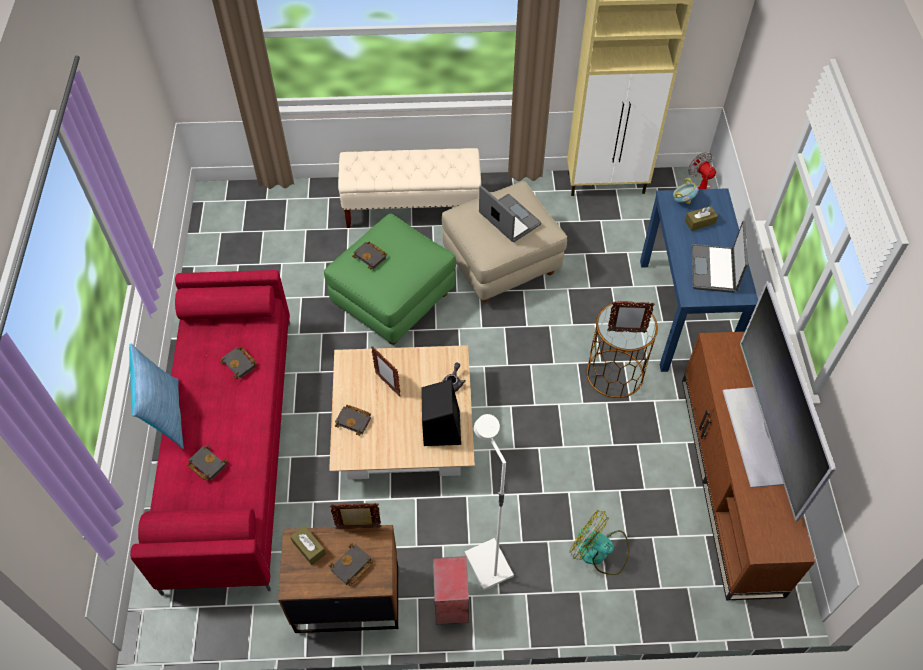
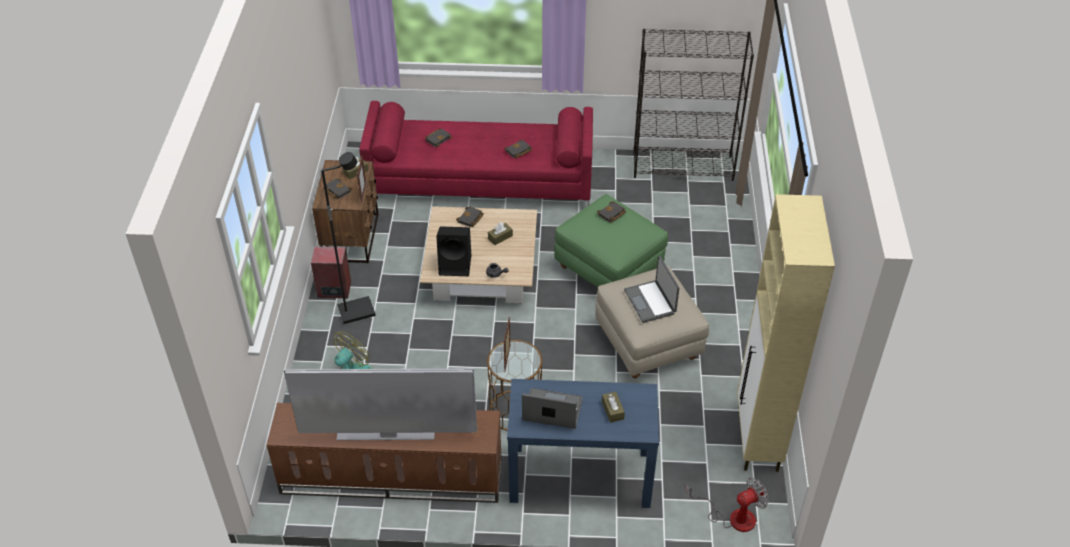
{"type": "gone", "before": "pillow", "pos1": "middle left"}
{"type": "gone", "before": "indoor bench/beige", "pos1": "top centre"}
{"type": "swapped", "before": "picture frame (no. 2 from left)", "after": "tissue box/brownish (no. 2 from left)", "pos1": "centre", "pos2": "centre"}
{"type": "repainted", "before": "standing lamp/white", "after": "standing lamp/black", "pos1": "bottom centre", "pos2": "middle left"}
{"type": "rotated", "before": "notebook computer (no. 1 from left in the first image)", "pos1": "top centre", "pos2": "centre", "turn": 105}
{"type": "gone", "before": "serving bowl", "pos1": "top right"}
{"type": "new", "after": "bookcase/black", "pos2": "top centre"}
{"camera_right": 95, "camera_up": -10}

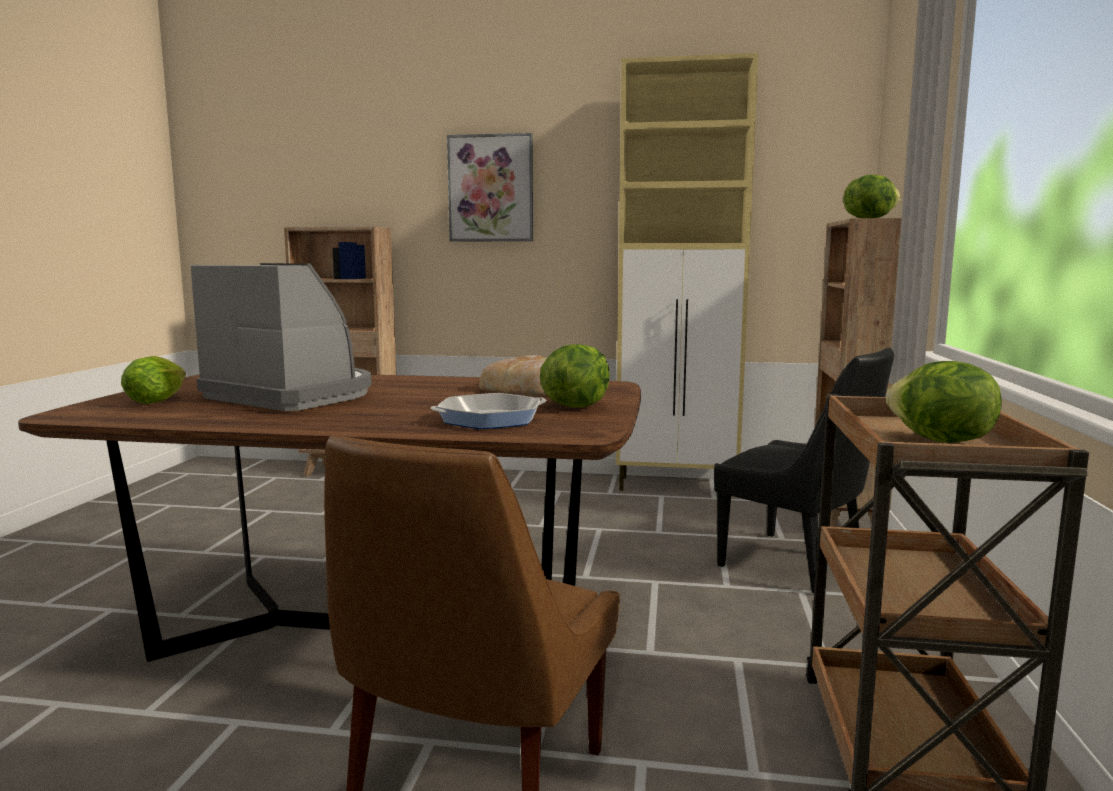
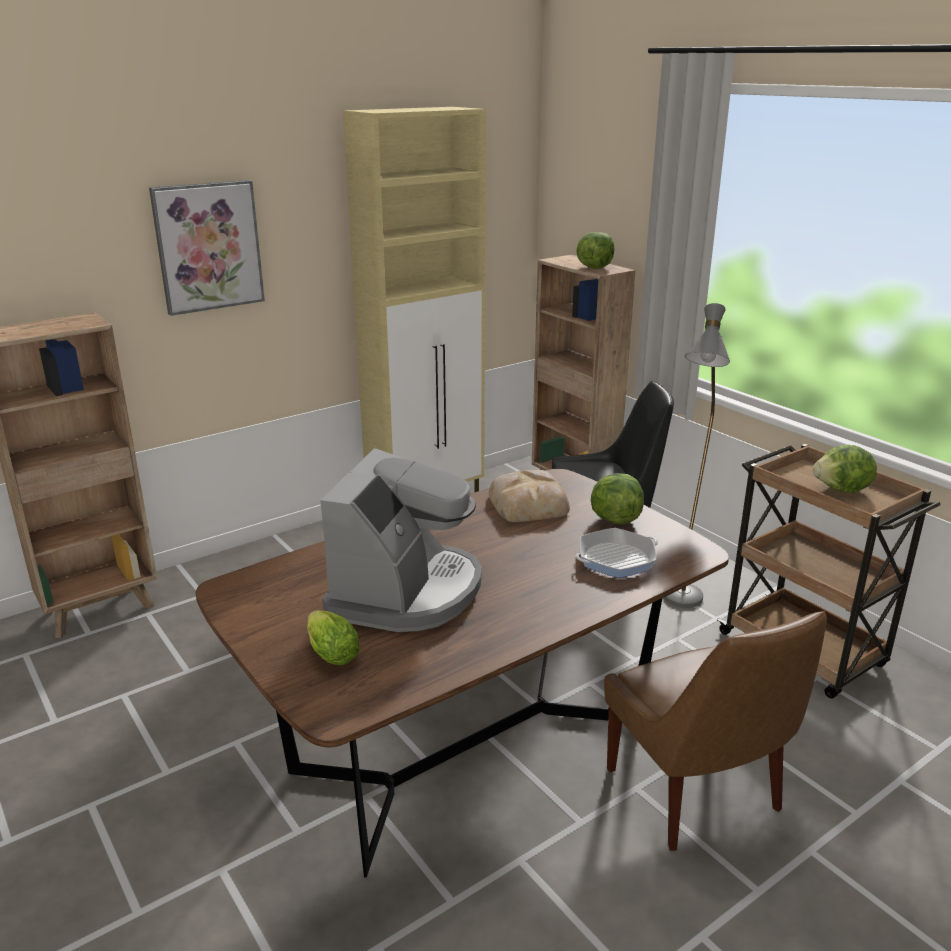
{"type": "rotated", "before": "coffee maker", "pos1": "middle left", "pos2": "centre", "turn": 120}
{"type": "rotated", "before": "skillet", "pos1": "centre", "pos2": "centre", "turn": 45}
{"type": "new", "after": "standing lamp/greyish", "pos2": "middle right"}
{"camera_right": -45, "camera_up": 15}

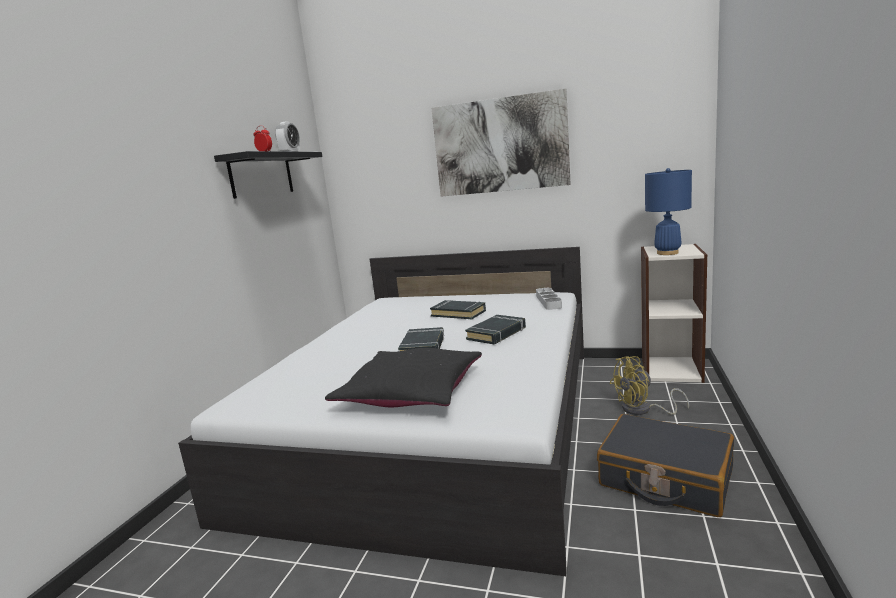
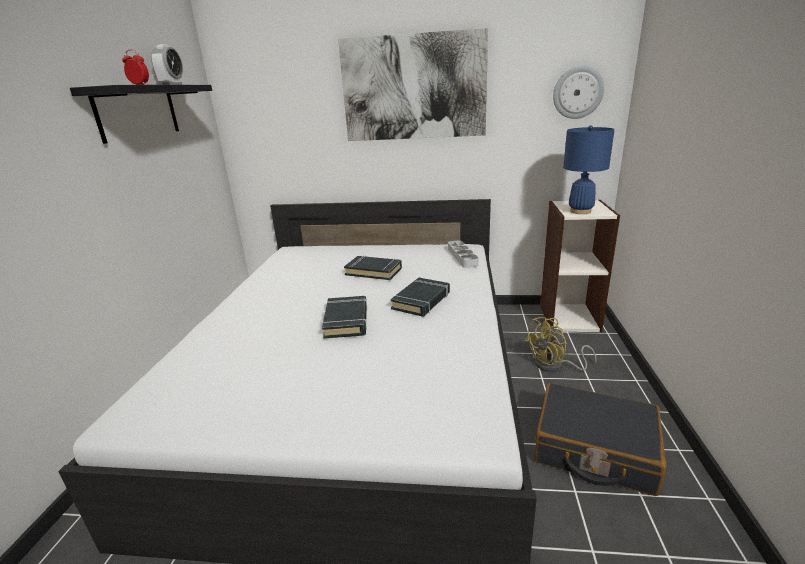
{"type": "gone", "before": "pillow/black", "pos1": "centre"}
{"type": "new", "after": "clock on the wall", "pos2": "top right"}
{"camera_right": -10, "camera_up": 10}

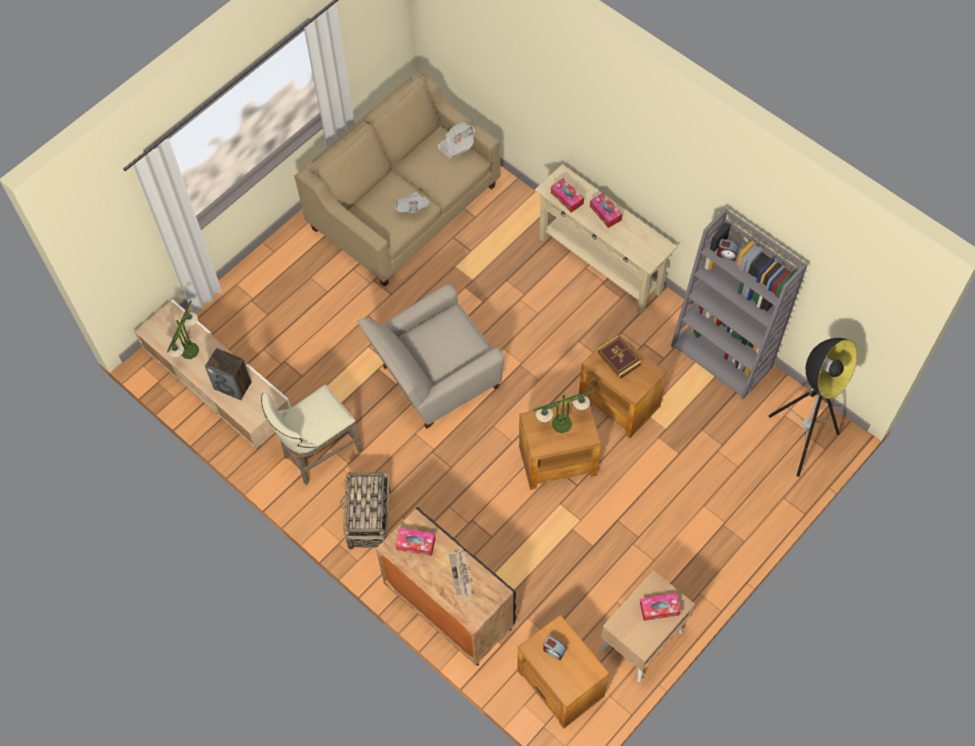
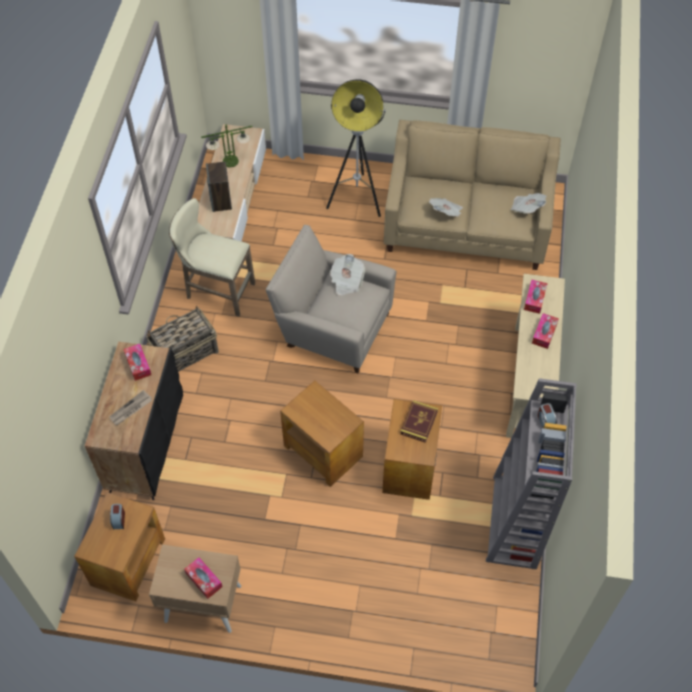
{"type": "gone", "before": "lamp for a table (no. 2 from left)", "pos1": "centre"}
{"type": "shifted", "before": "standing lamp", "pos1": "middle right", "pos2": "top centre"}
{"type": "new", "after": "printed paper (no. 2 from left)", "pos2": "centre"}
{"camera_right": 55, "camera_up": -5}

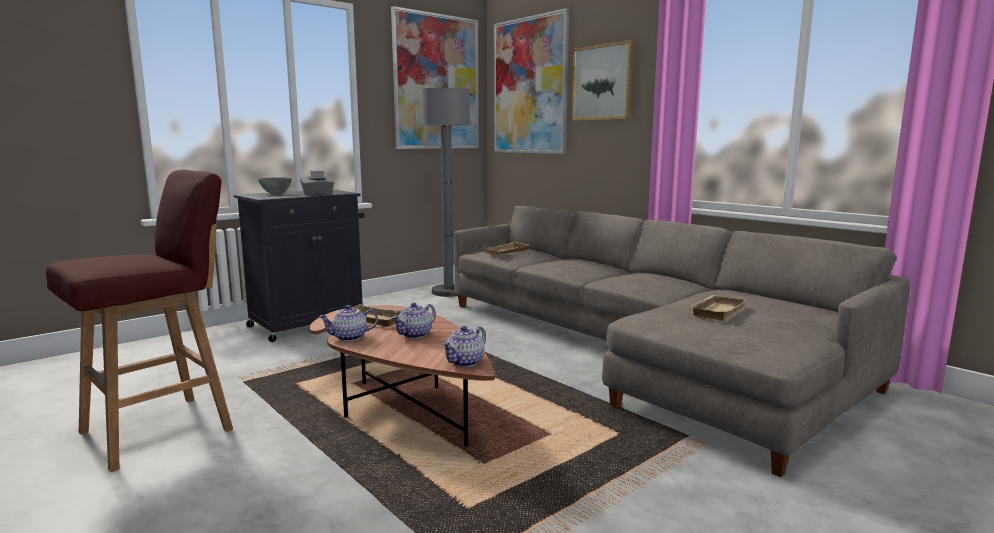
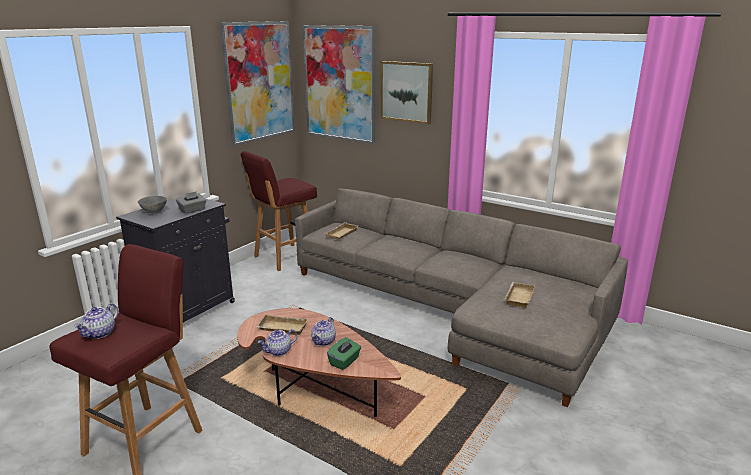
{"type": "swapped", "before": "standing lamp/greyish", "after": "stool seat/red-coloured (no. 2 from left)", "pos1": "centre", "pos2": "centre"}
{"type": "shifted", "before": "teapot (no. 3 from left in the first image)", "after": "teapot (no. 1 from left)", "pos1": "centre", "pos2": "bottom left"}
{"type": "new", "after": "tissue box/greenish", "pos2": "bottom centre"}
{"camera_right": -15, "camera_up": 10}

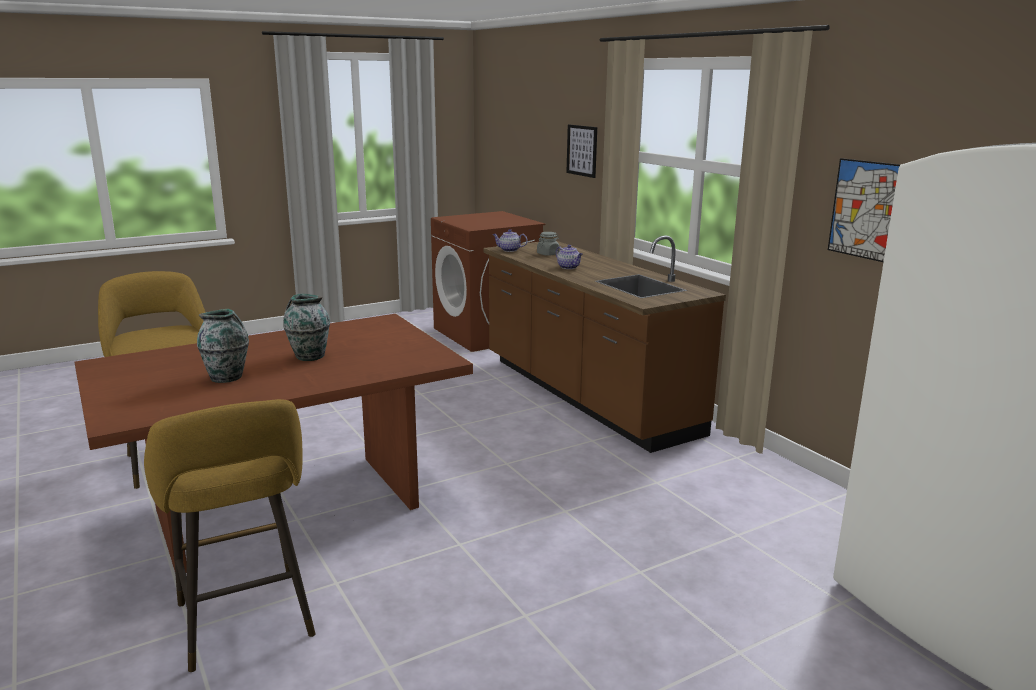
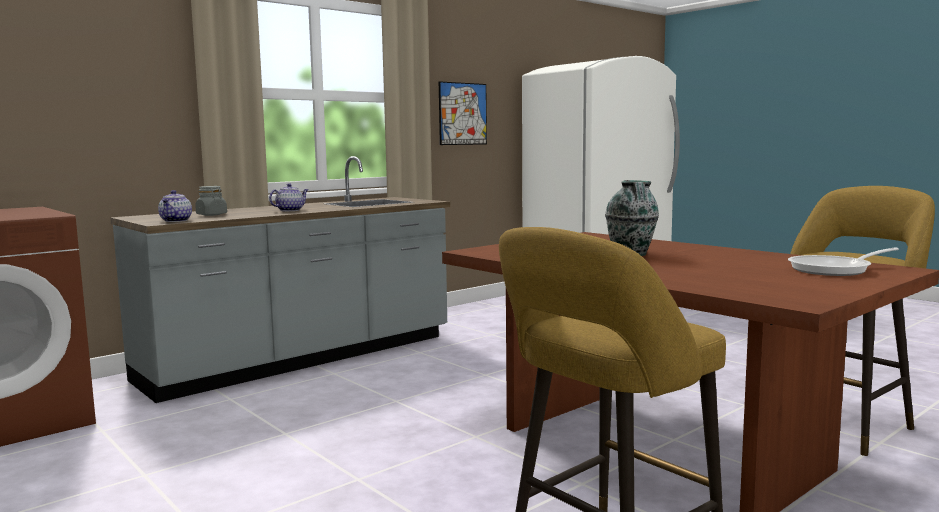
{"type": "gone", "before": "flower vase (no. 1 from left)", "pos1": "middle left"}
{"type": "repainted", "before": "counter/brownish", "after": "counter/greyish", "pos1": "centre", "pos2": "middle left"}
{"type": "gone", "before": "picture (no. 1 from left)", "pos1": "top centre"}
{"type": "new", "after": "skillet", "pos2": "middle right"}
{"camera_right": -100, "camera_up": -10}

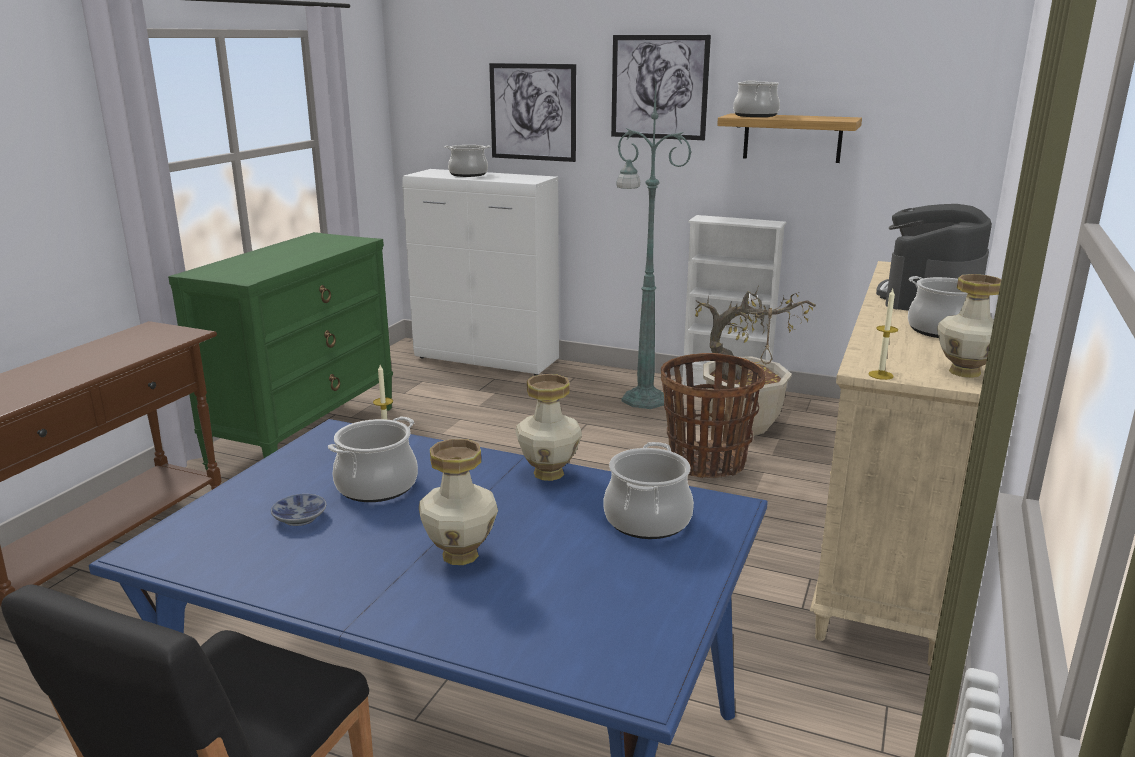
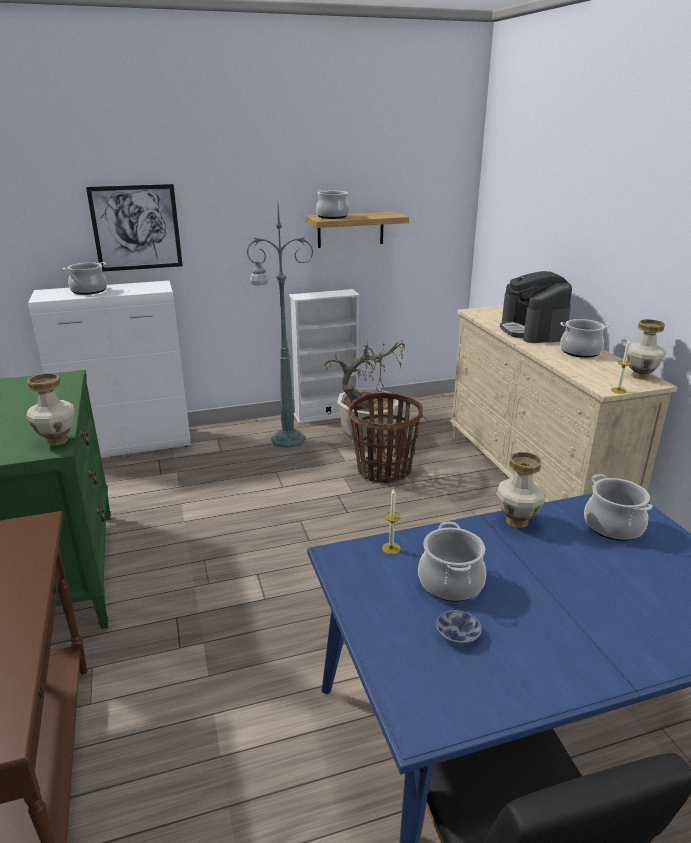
{"type": "shifted", "before": "flower vase (no. 1 from left)", "pos1": "centre", "pos2": "middle left"}
{"type": "gone", "before": "picture (no. 2 from left)", "pos1": "top centre"}
{"camera_right": -40, "camera_up": 5}

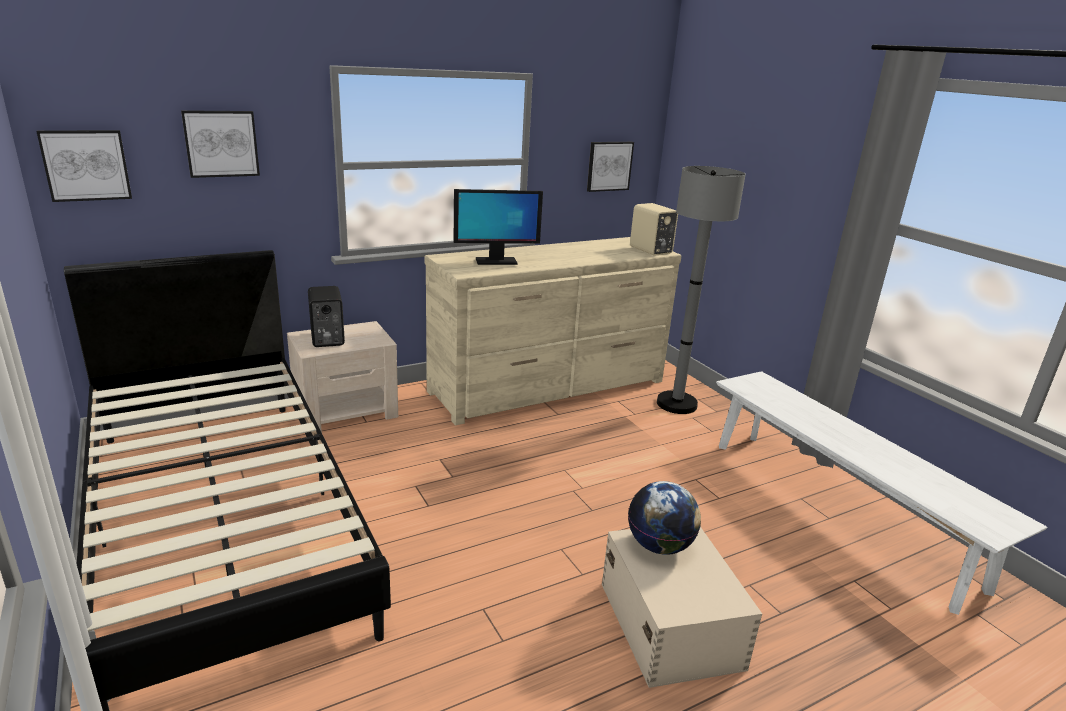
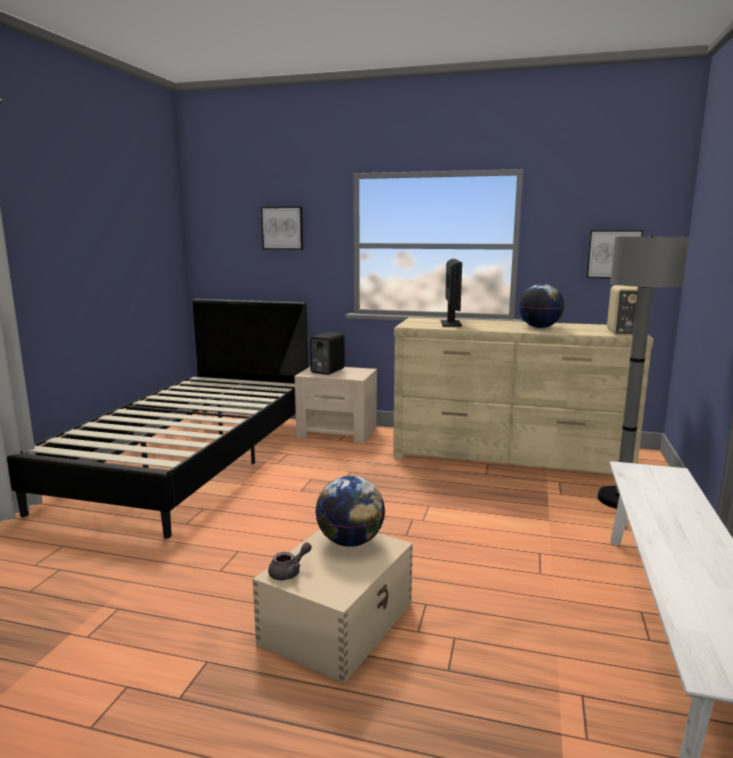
{"type": "gone", "before": "picture (no. 1 from left)", "pos1": "top left"}
{"type": "rotated", "before": "computer display", "pos1": "top centre", "pos2": "centre", "turn": -120}
{"type": "new", "after": "teapot/greyish", "pos2": "bottom centre"}
{"type": "new", "after": "world globe (no. 2 from left)", "pos2": "middle right"}
{"camera_right": 45, "camera_up": -10}

